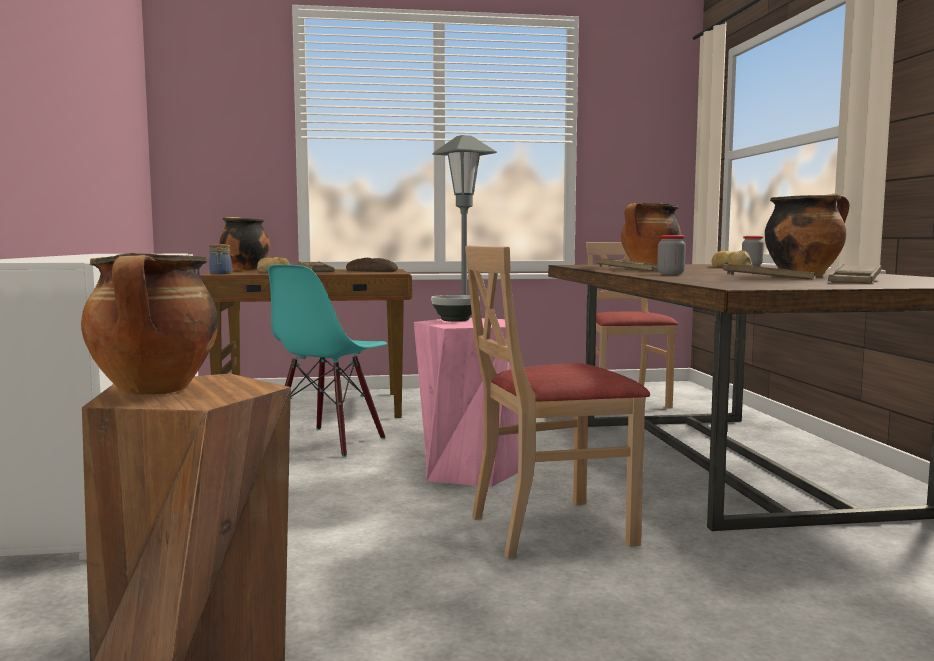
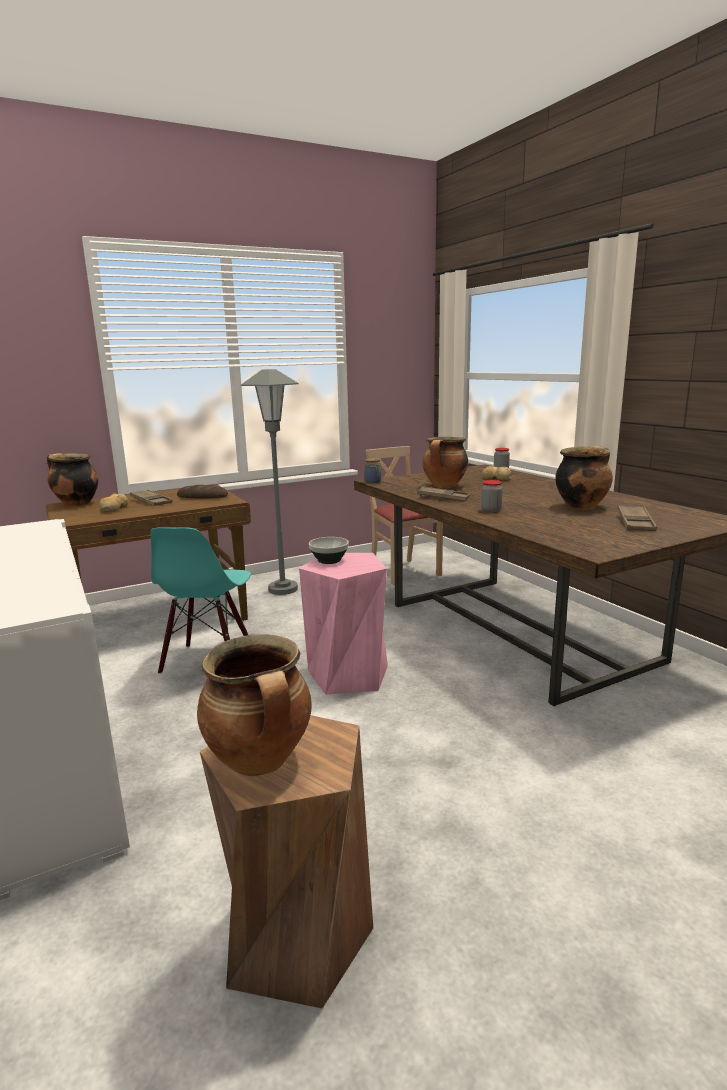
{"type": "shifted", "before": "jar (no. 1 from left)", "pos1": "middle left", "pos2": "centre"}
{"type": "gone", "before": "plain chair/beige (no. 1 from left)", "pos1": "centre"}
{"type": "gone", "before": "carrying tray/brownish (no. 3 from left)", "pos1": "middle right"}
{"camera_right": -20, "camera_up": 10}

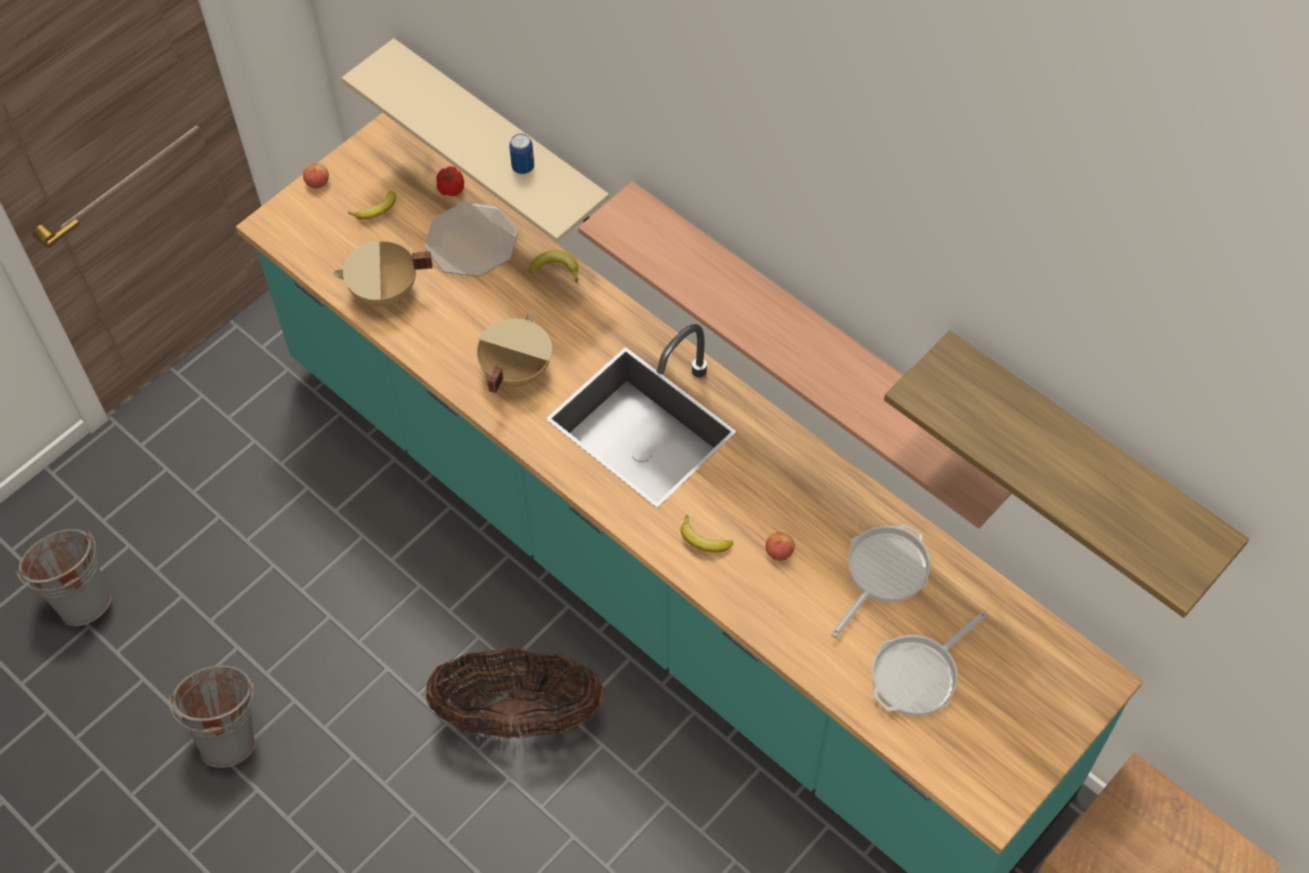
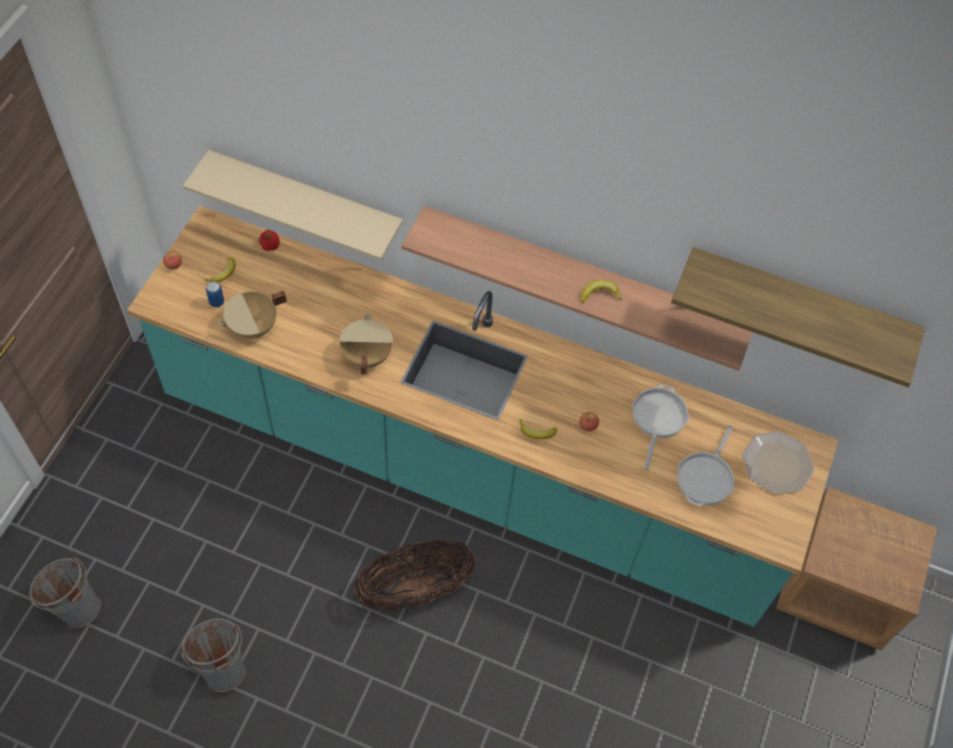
{"type": "shifted", "before": "plate", "pos1": "top centre", "pos2": "middle right"}
{"type": "shifted", "before": "sealed can", "pos1": "top centre", "pos2": "middle left"}
{"type": "shifted", "before": "whole banana (no. 2 from left in the first image)", "after": "whole banana (no. 3 from left)", "pos1": "top centre", "pos2": "centre"}
{"camera_right": -25, "camera_up": 0}

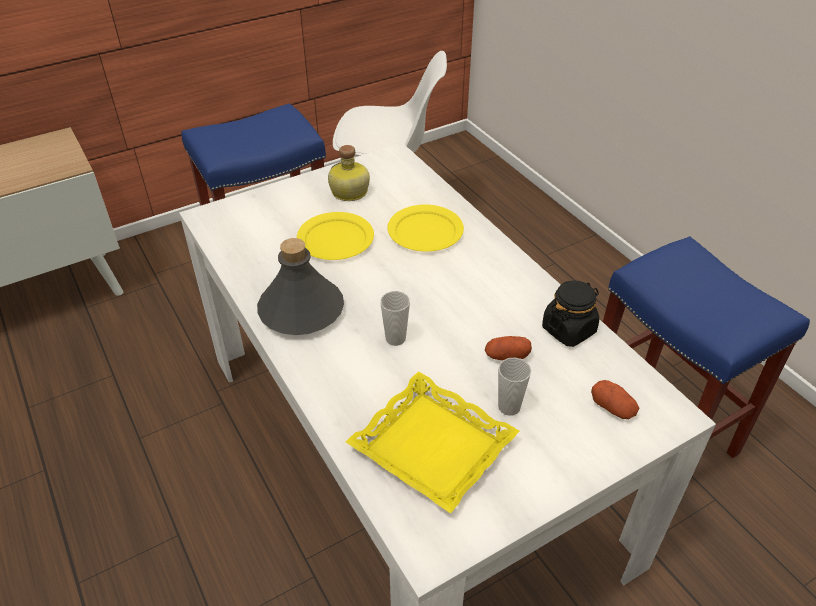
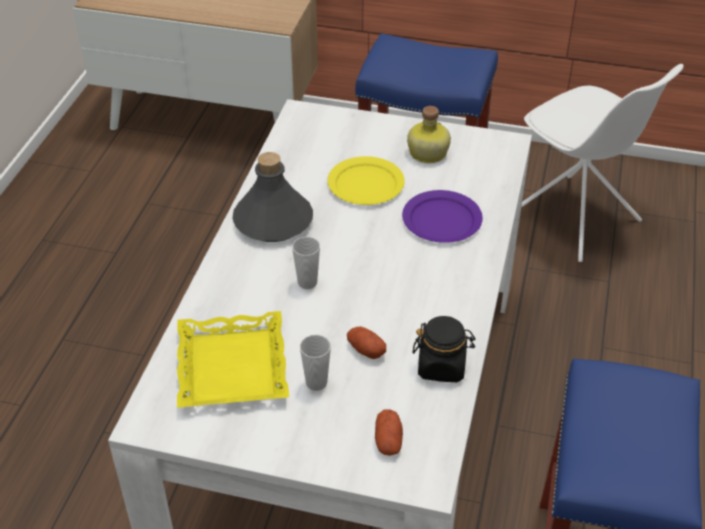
{"type": "repainted", "before": "plate/yellow-coloured (no. 2 from left)", "after": "plate/purple-coloured", "pos1": "centre", "pos2": "centre"}
{"camera_right": 45, "camera_up": 0}

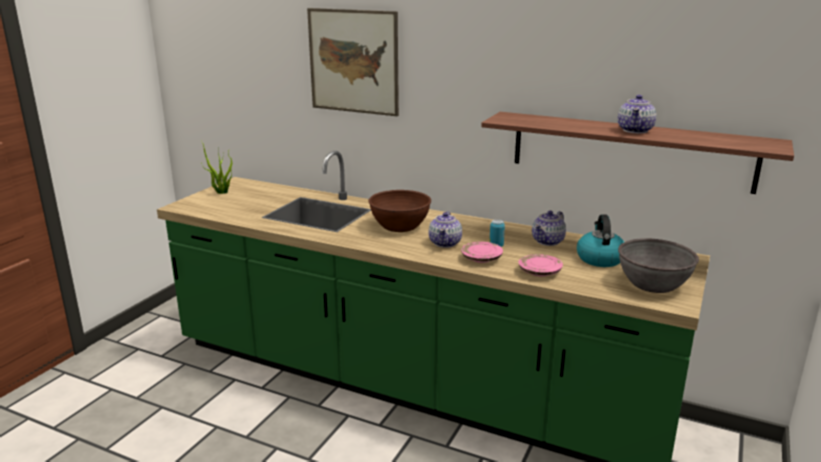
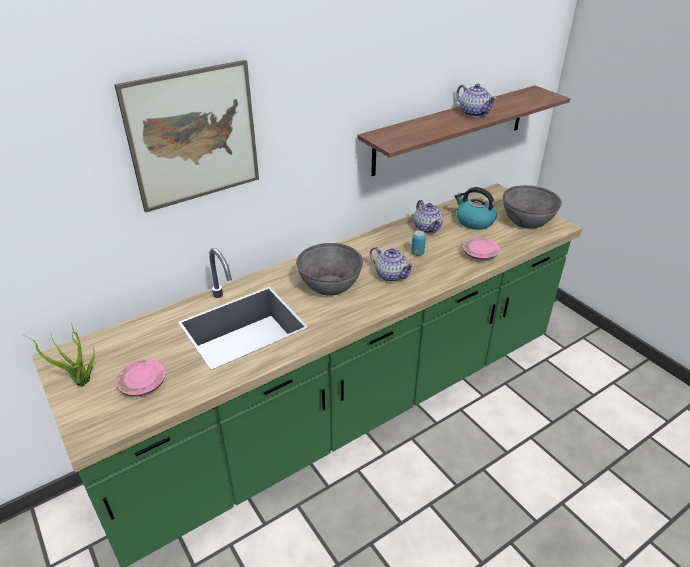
{"type": "repainted", "before": "serving bowl/brownish", "after": "serving bowl/greyish (no. 1 from left)", "pos1": "centre", "pos2": "centre"}
{"type": "shifted", "before": "plate/pink-coloured (no. 1 from left)", "pos1": "centre", "pos2": "bottom left"}
{"camera_right": -60, "camera_up": 15}

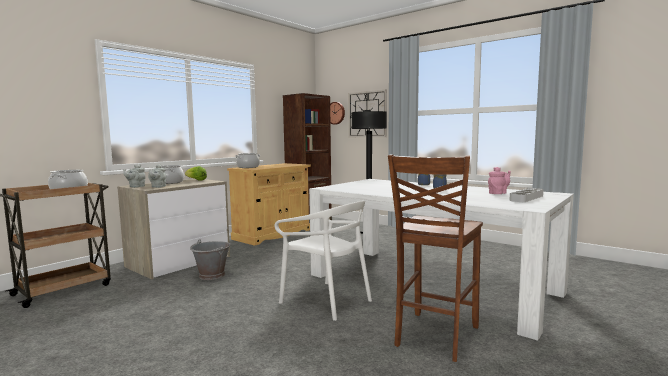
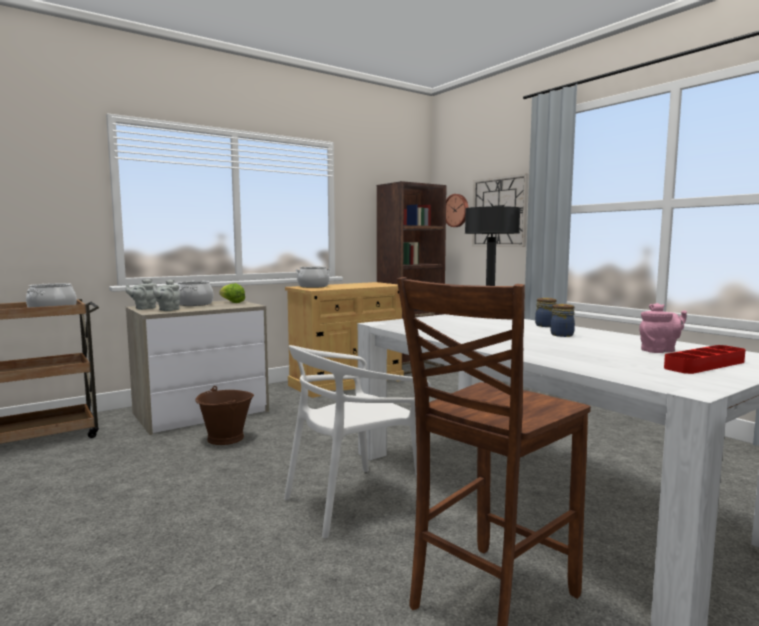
{"type": "repainted", "before": "water bucket/greyish", "after": "water bucket/brownish", "pos1": "bottom left", "pos2": "middle left"}
{"type": "rotated", "before": "plain chair/white", "pos1": "bottom centre", "pos2": "bottom centre", "turn": 90}
{"type": "repainted", "before": "carrying tray/greyish", "after": "carrying tray/red-coloured", "pos1": "middle right", "pos2": "middle right"}
{"camera_right": 15, "camera_up": 0}

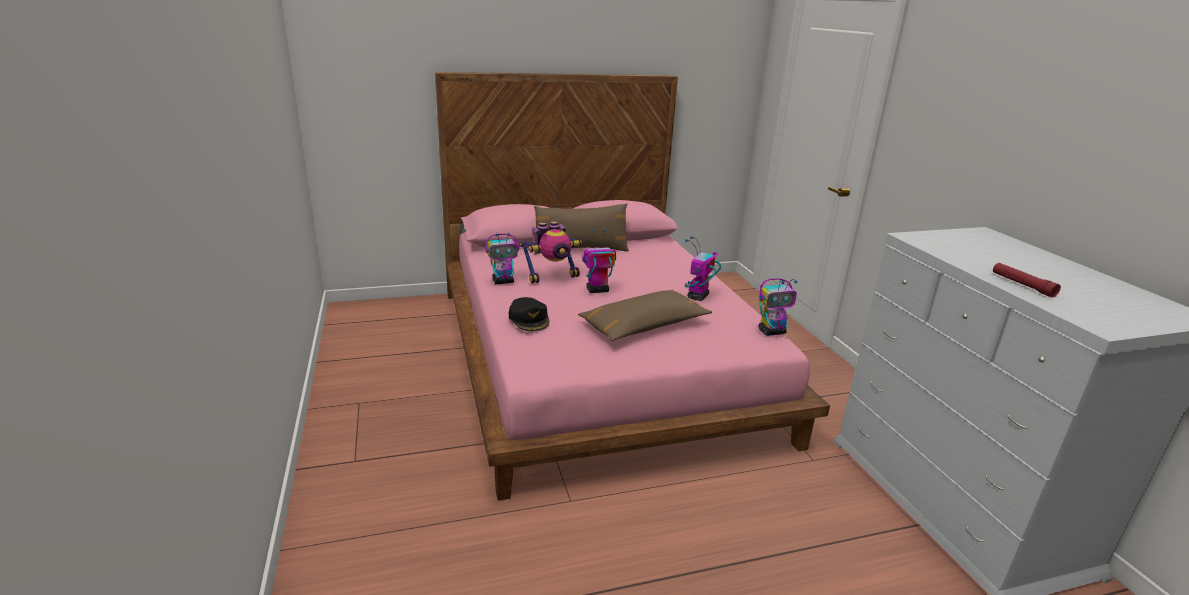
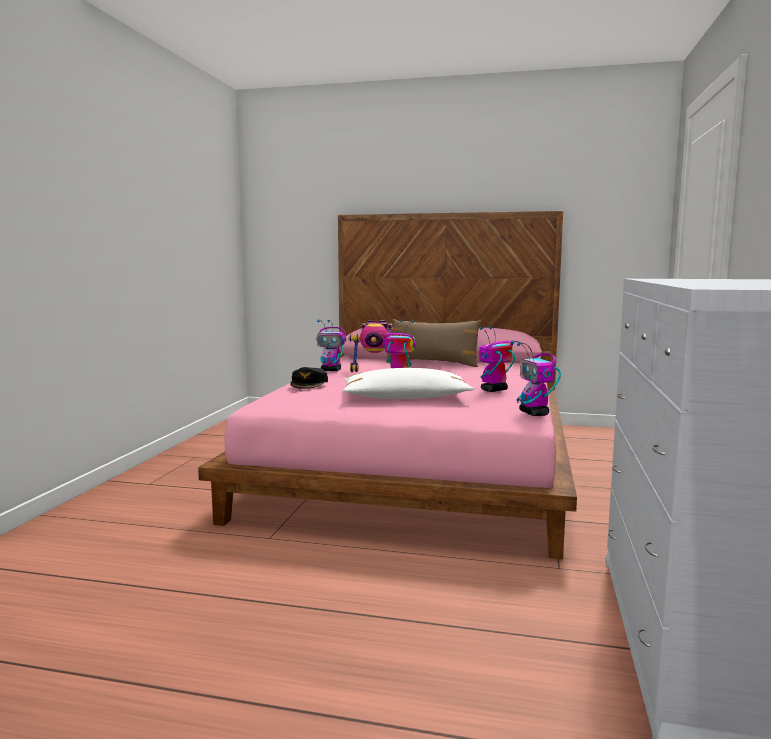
{"type": "repainted", "before": "pillow/brownish (no. 2 from left)", "after": "pillow/white", "pos1": "centre", "pos2": "centre"}
{"type": "rotated", "before": "robot figure (no. 5 from left)", "pos1": "centre", "pos2": "middle right", "turn": 60}
{"type": "gone", "before": "flashlight/red-coloured", "pos1": "middle right"}
{"camera_right": 30, "camera_up": -15}

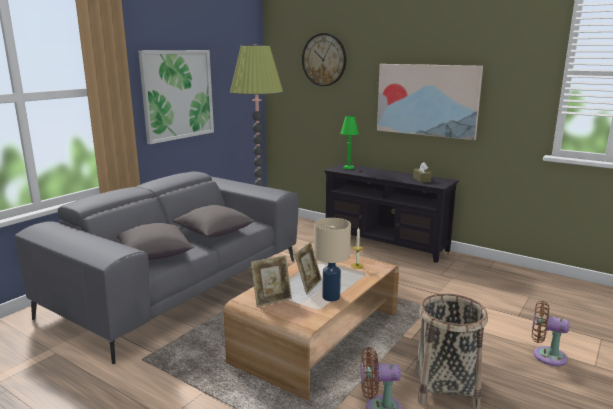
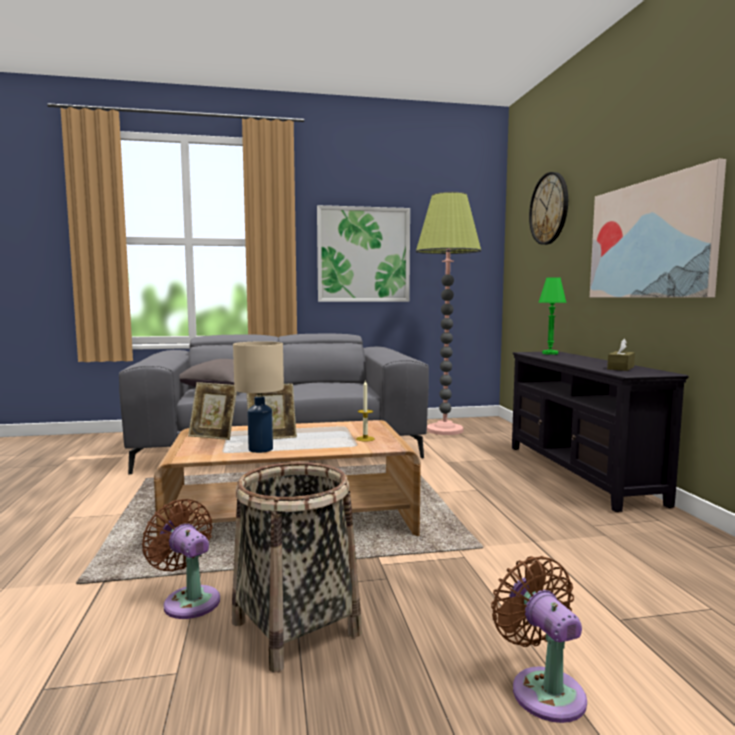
{"type": "gone", "before": "pillow/greyish (no. 2 from left)", "pos1": "centre"}
{"camera_right": 45, "camera_up": -10}

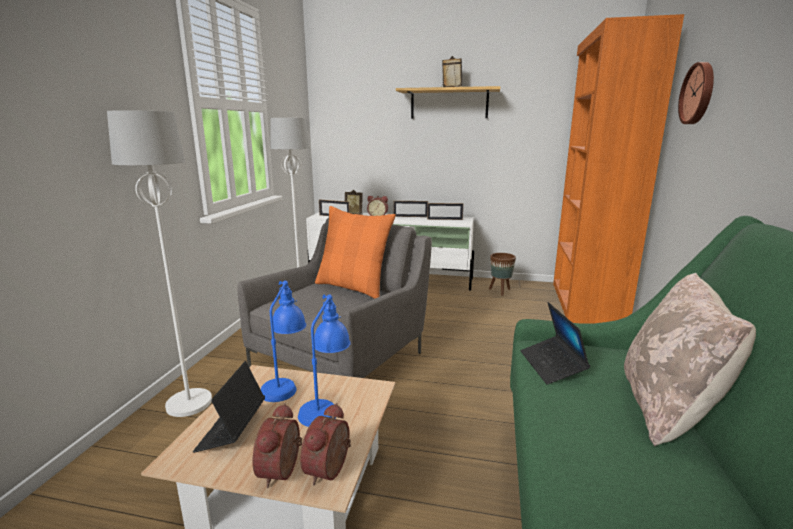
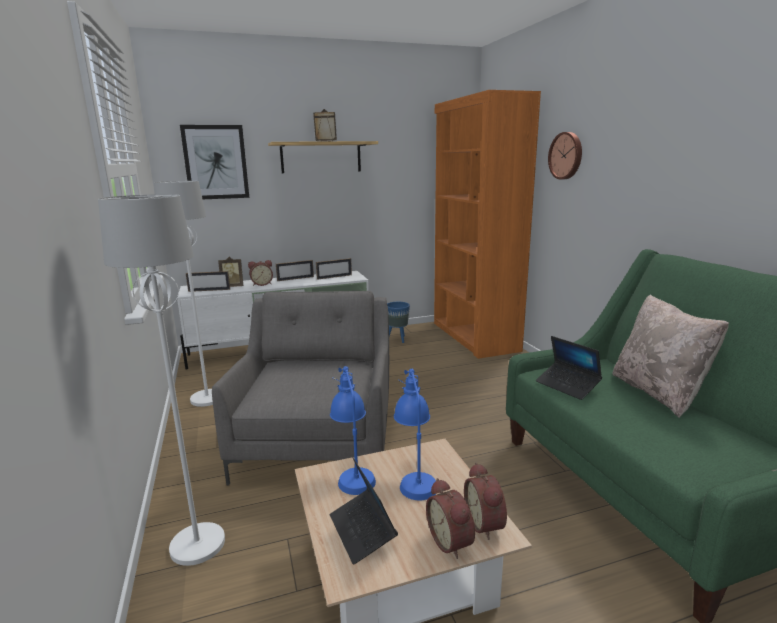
{"type": "gone", "before": "pillow/orange-coloured", "pos1": "centre"}
{"type": "repainted", "before": "plant pot/brownish", "after": "plant pot/bluish", "pos1": "centre", "pos2": "centre"}
{"type": "new", "after": "picture", "pos2": "top left"}
{"camera_right": -30, "camera_up": 0}

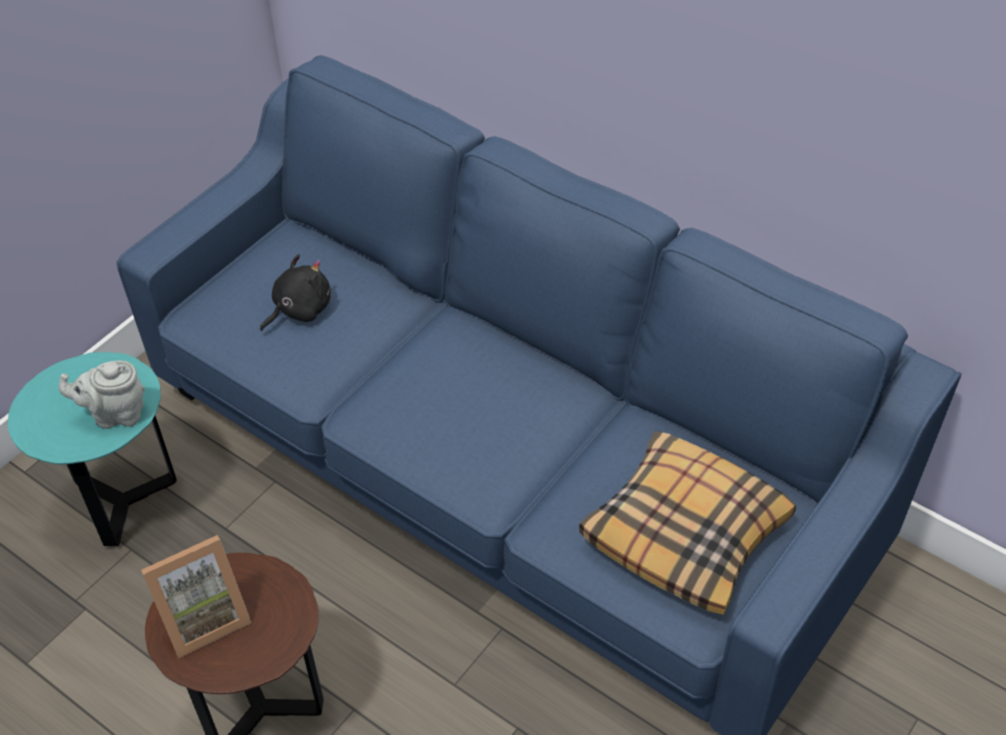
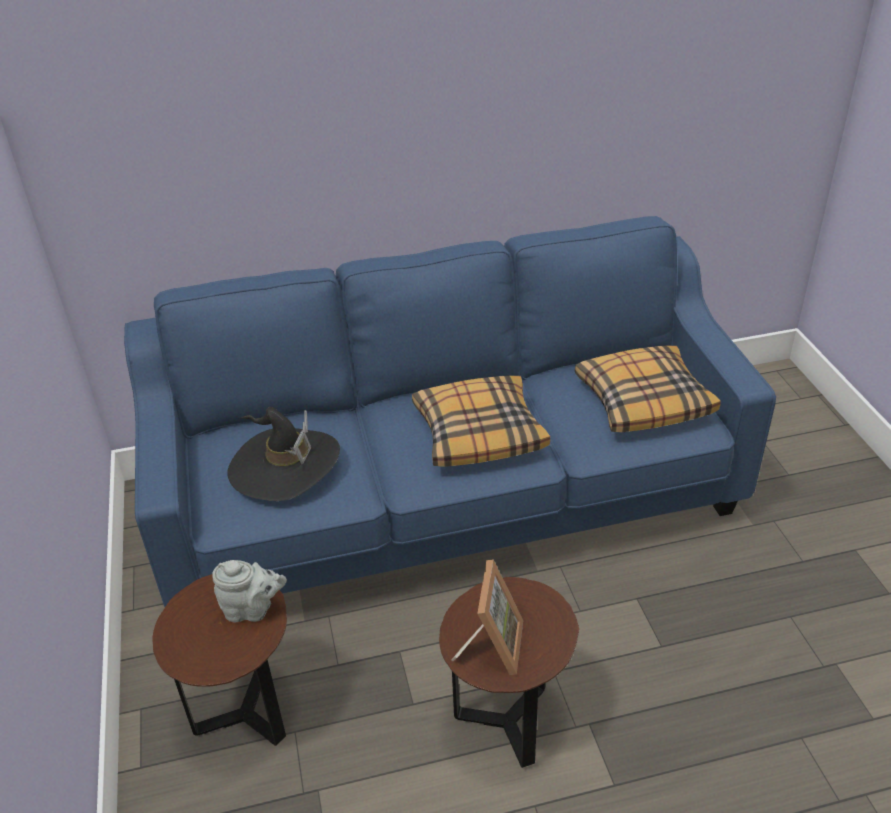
{"type": "repainted", "before": "side table/blue-green", "after": "side table/brownish (no. 1 from left)", "pos1": "middle left", "pos2": "bottom left"}
{"type": "rotated", "before": "teapot/greyish", "pos1": "middle left", "pos2": "bottom left", "turn": -120}
{"type": "swapped", "before": "soft toy/black", "after": "hat/black", "pos1": "middle left", "pos2": "middle left"}
{"type": "new", "after": "pillow (no. 1 from left)", "pos2": "centre"}
{"camera_right": -50, "camera_up": -10}

